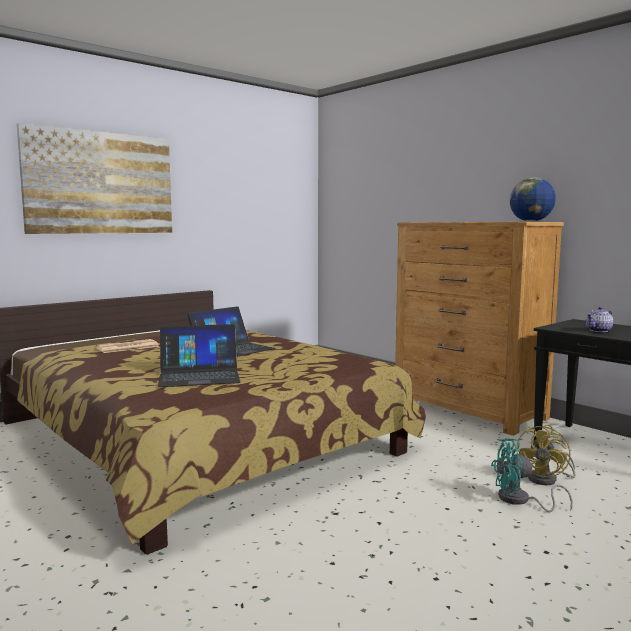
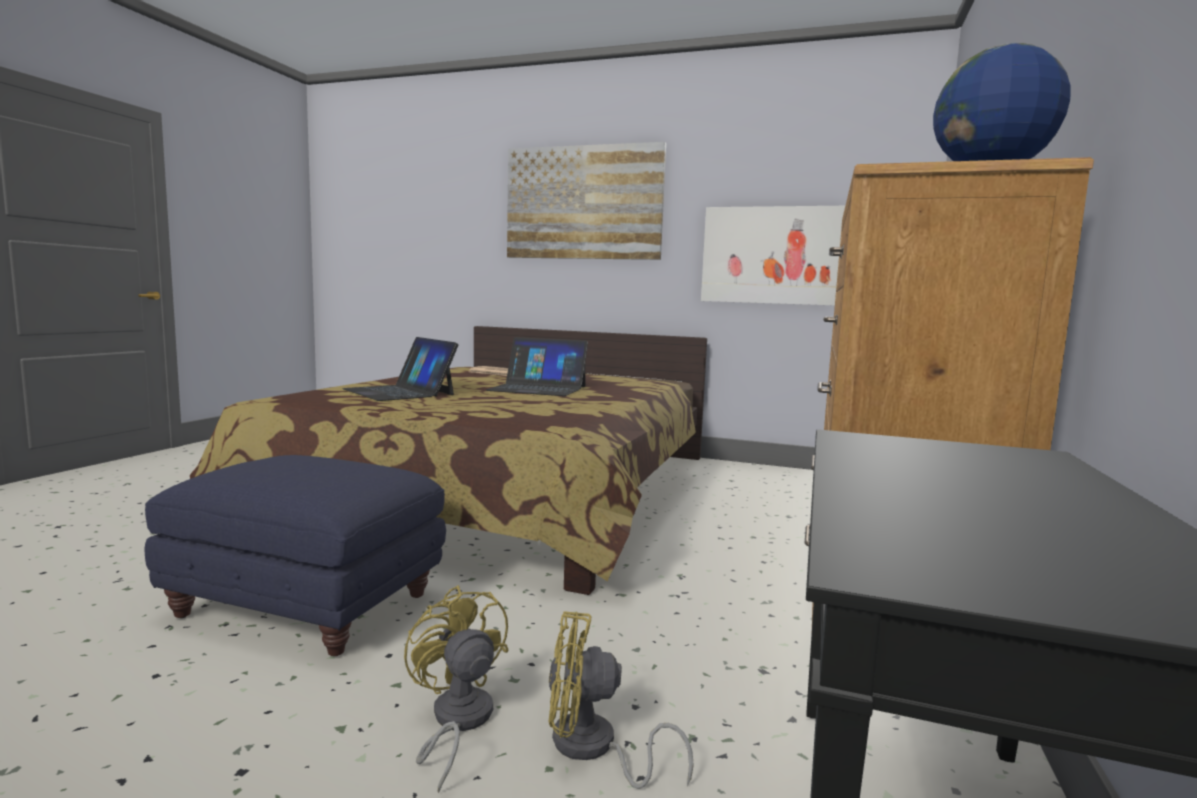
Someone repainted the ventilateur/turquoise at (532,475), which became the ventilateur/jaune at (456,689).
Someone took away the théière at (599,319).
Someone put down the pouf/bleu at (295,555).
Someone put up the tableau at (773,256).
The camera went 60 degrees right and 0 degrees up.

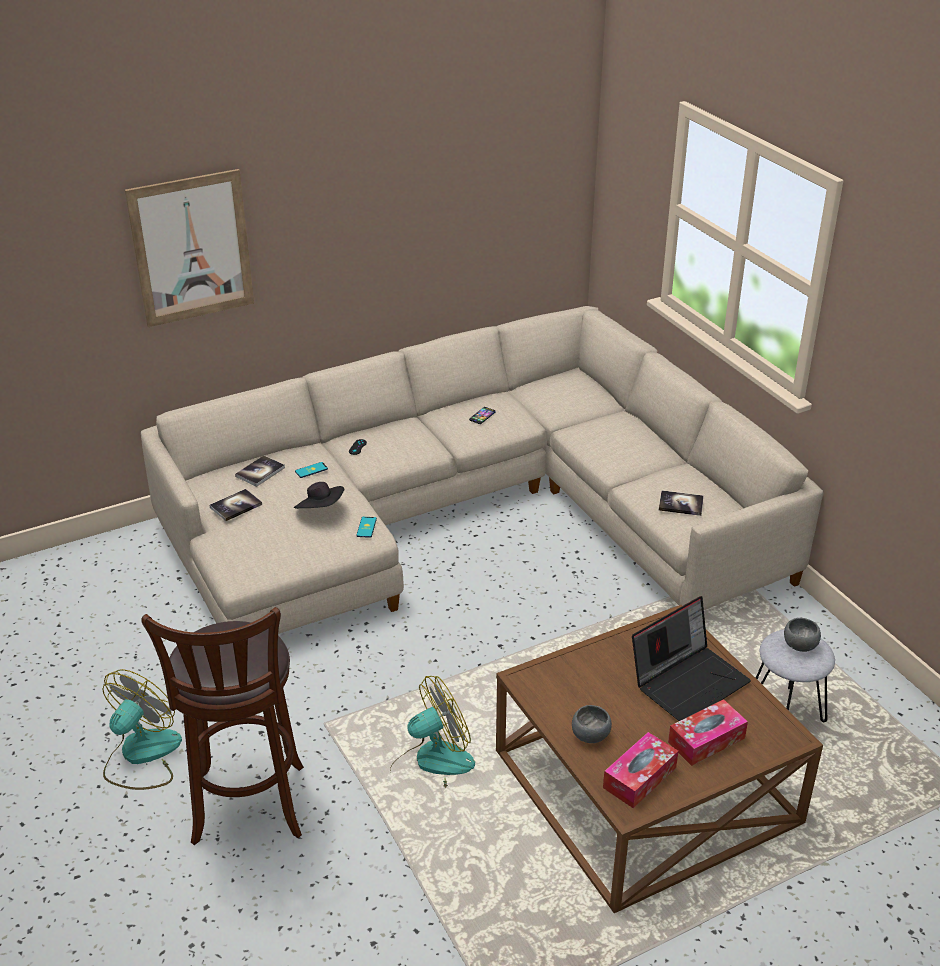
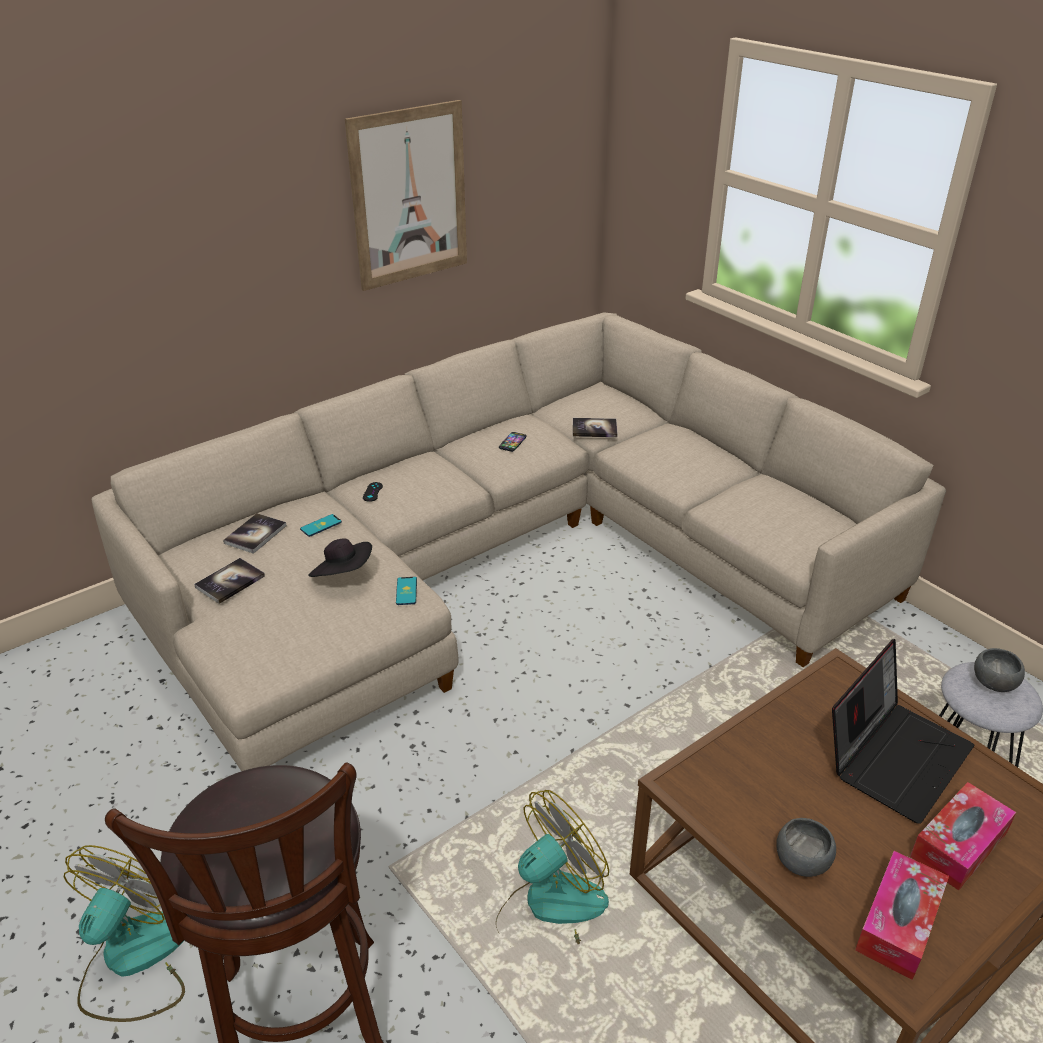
Someone carried the tableau from (189,248) to (406,195).
Someone carried the livre from (681,503) to (595,427).
The camera went 10 degrees left and 0 degrees up.

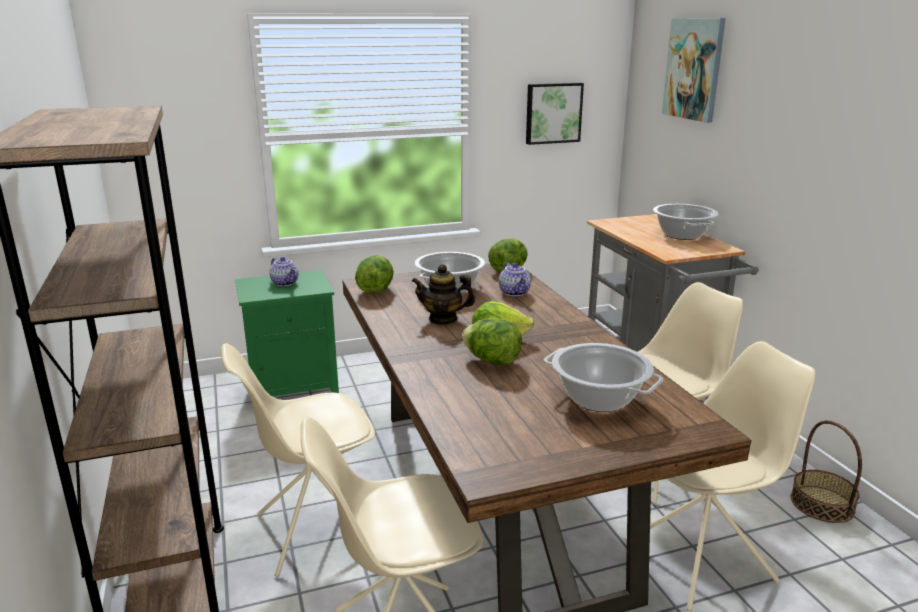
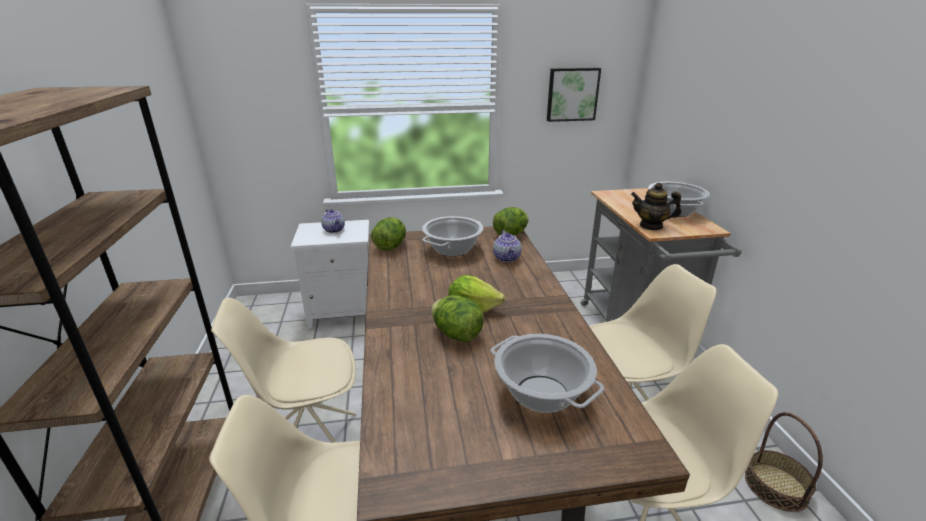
Someone repainted the table de chevet/vert at (287,333), which became the table de chevet/blanc at (330,274).
Someone carried the théière from (443,294) to (656,206).
Someone took away the tableau at (694,70).
The camera went 10 degrees right and 5 degrees up.

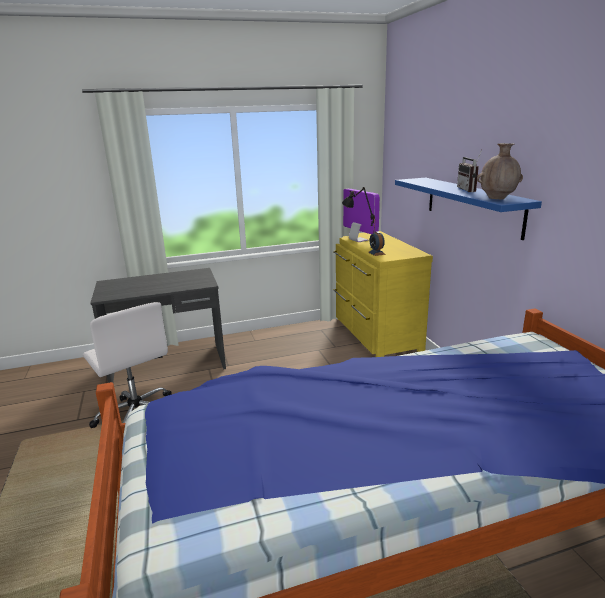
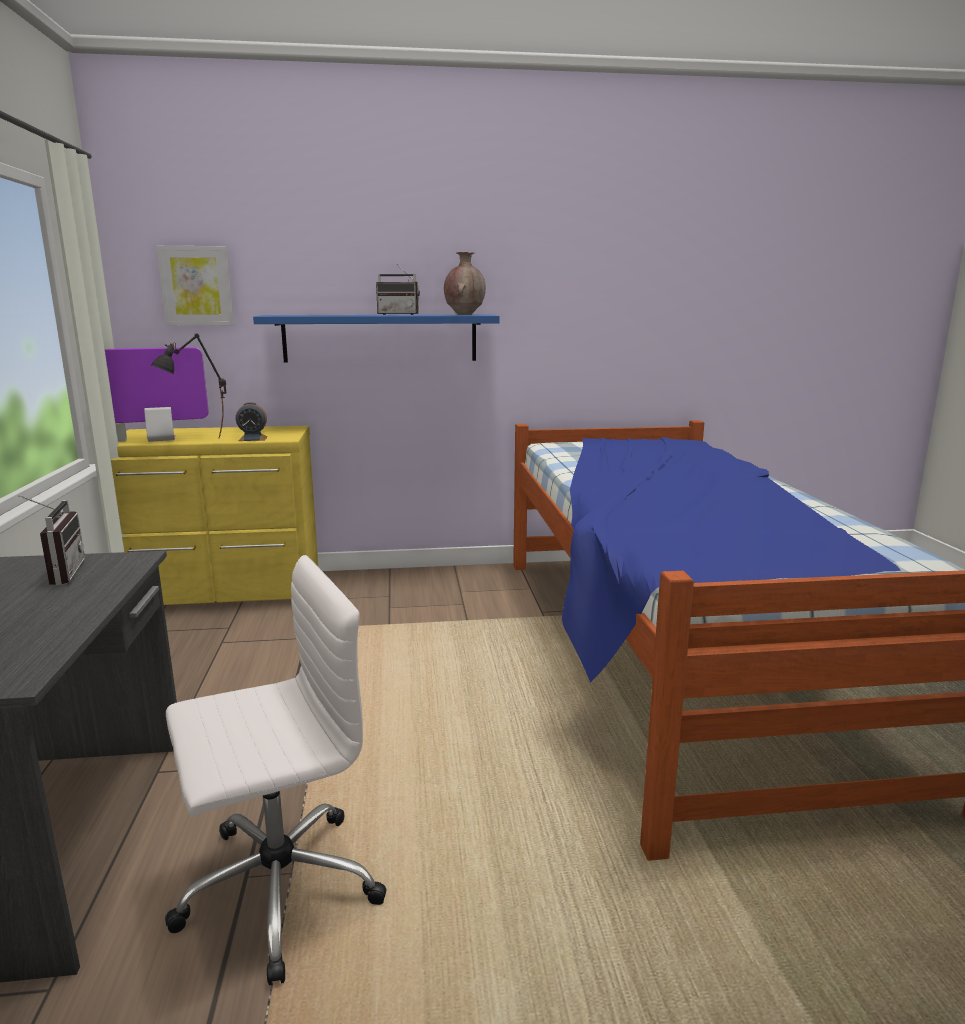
Someone put down the radio at (51,540).
Someone put up the tableau at (195,286).
The camera went 80 degrees left and 5 degrees down.

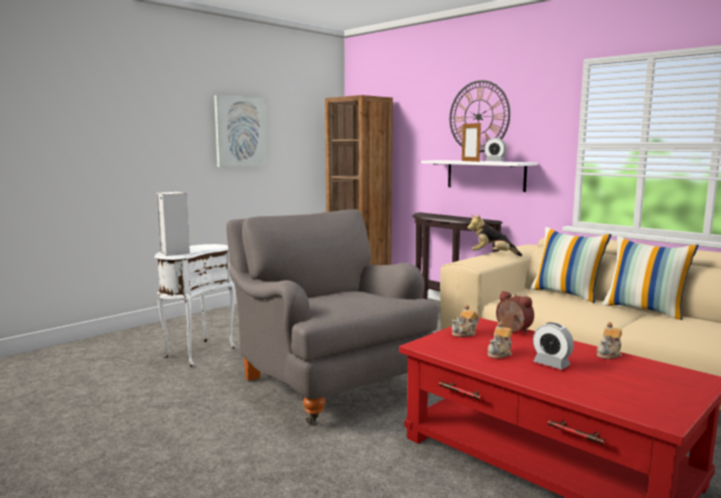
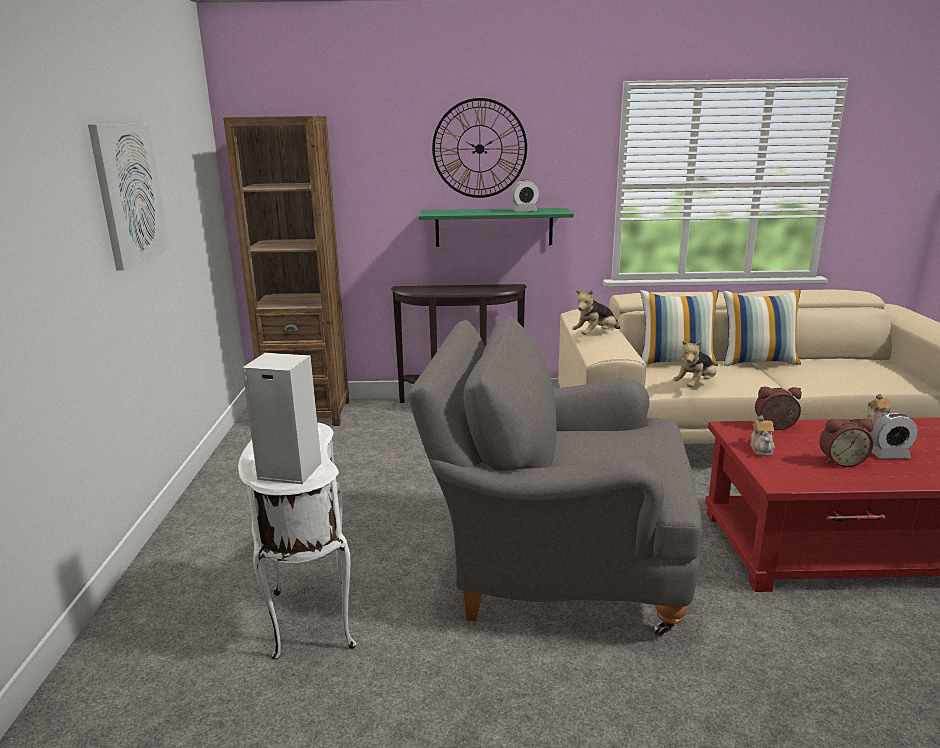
Someone repainted the étagère/blanc at (479,176), which became the étagère/vert at (496,227).
Someone took away the cadre photo at (471,142).
Someone swapped the théière at (499,340) for the réveil at (846,443).
Someone put down the peluche at (694,363).
The camera went 45 degrees left and 10 degrees up.

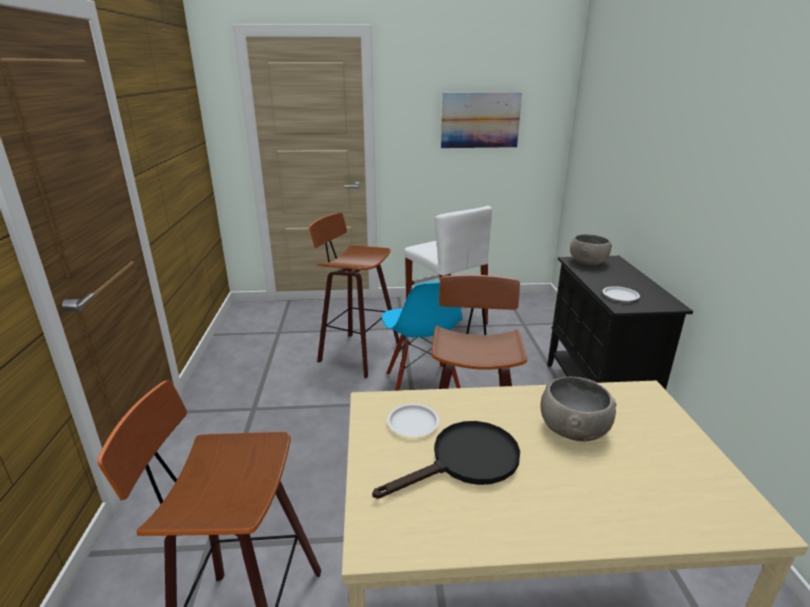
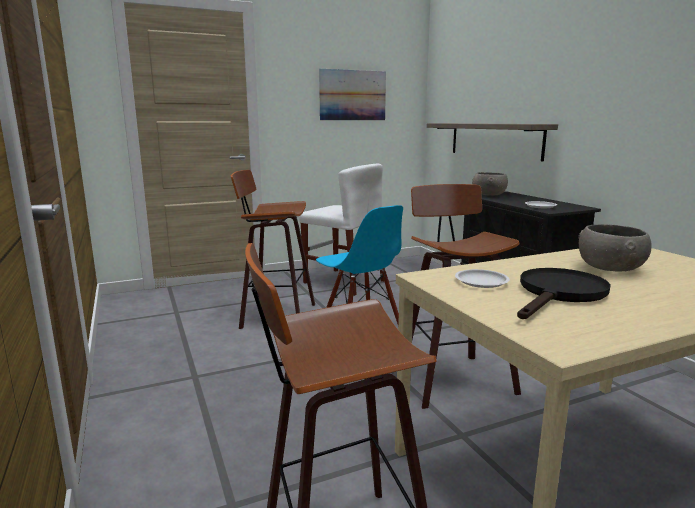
Someone put up the étagère at (492,142).
The camera went 20 degrees left and 10 degrees down.

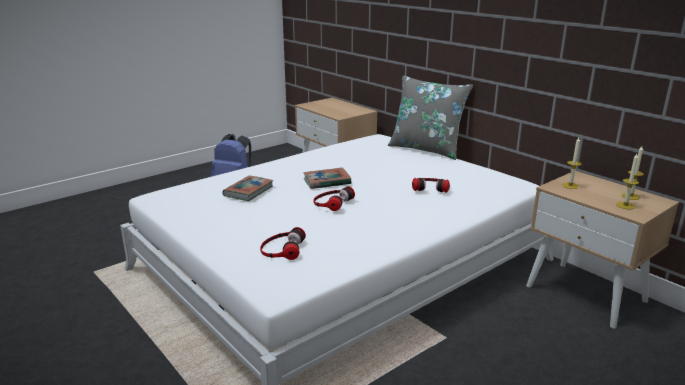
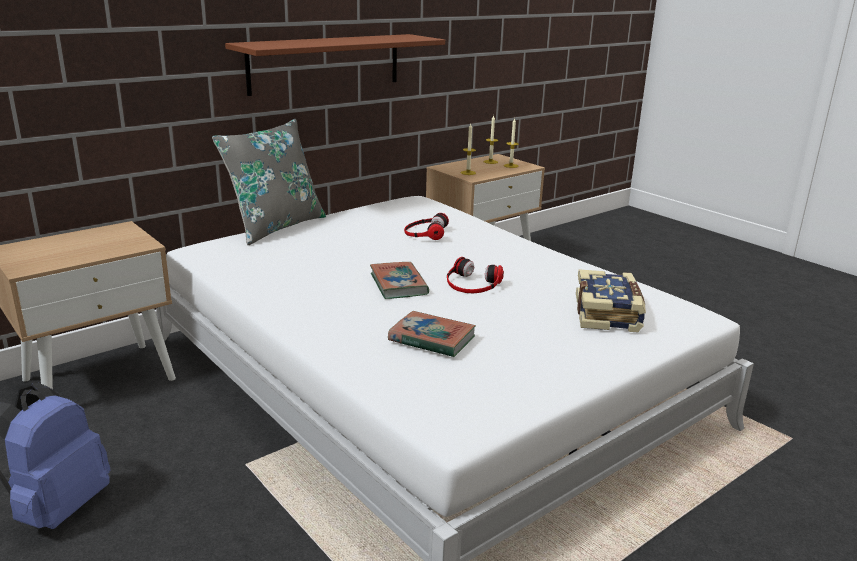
Someone swapped the casque audio at (283,243) for the livre at (611,300).
Someone put up the étagère/marron at (335,65).
The camera went 90 degrees left and 0 degrees up.

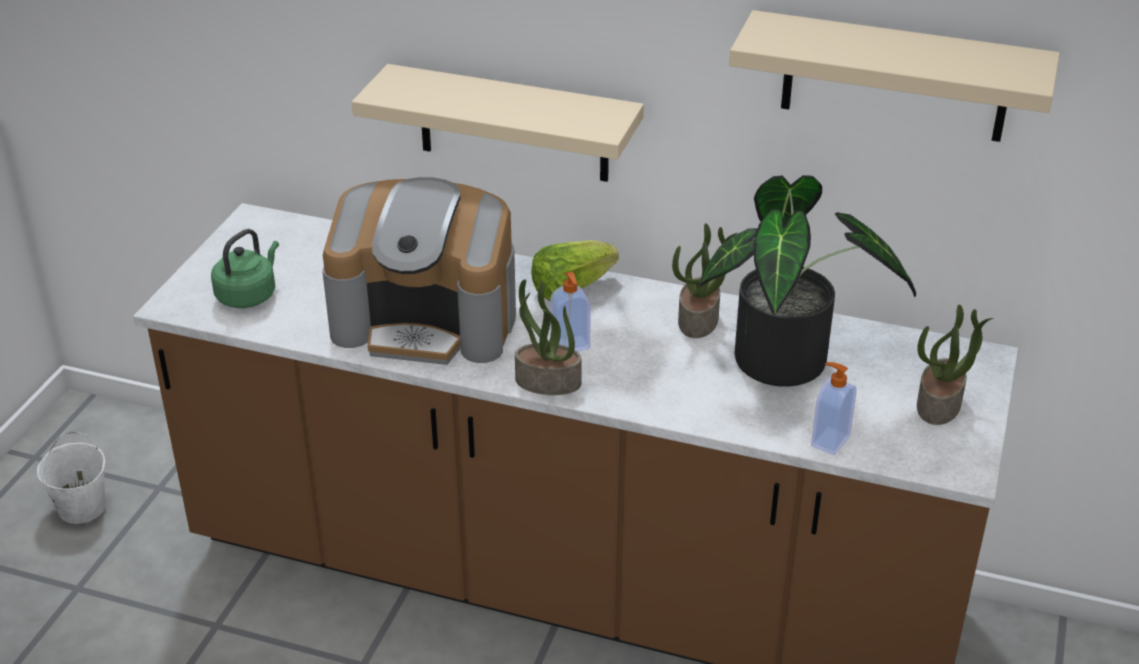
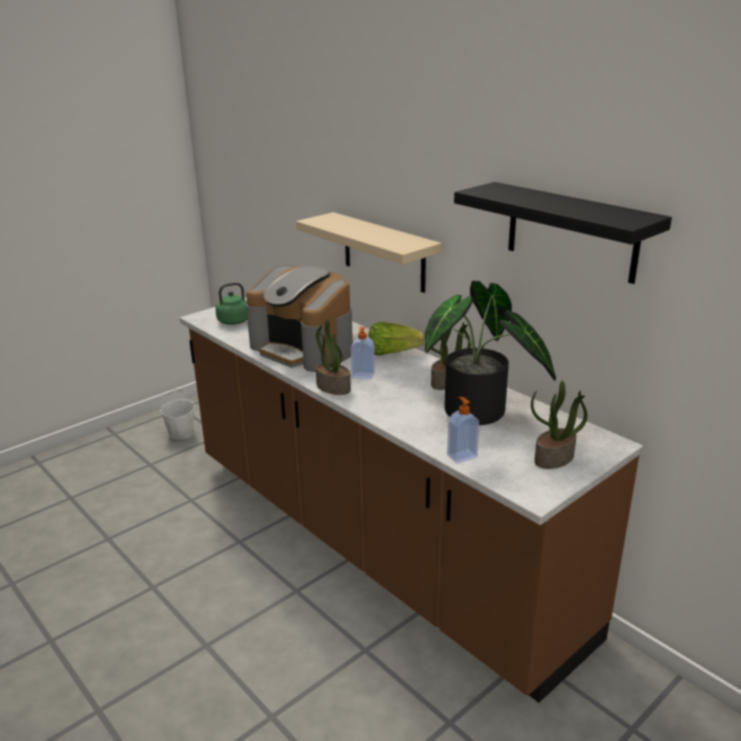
Someone repainted the étagère/beige at (894,76), which became the étagère/noir at (563,233).
The camera went 30 degrees right and 10 degrees down.

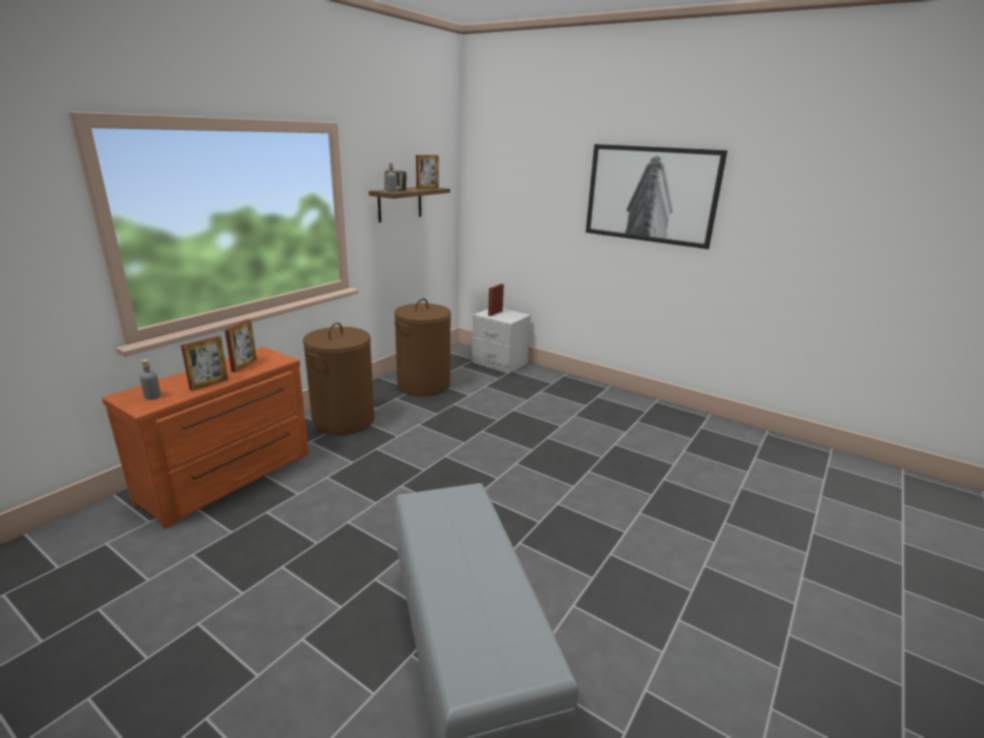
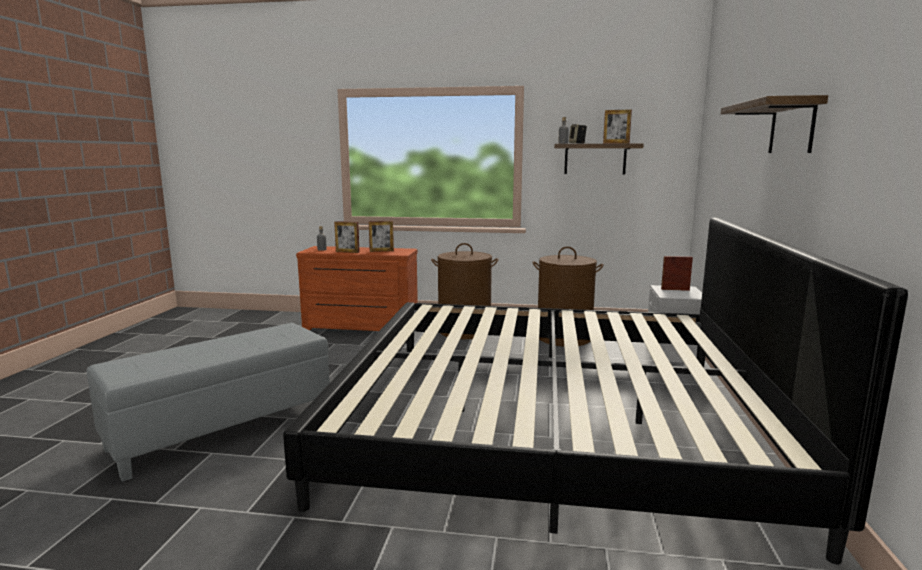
Someone swapped the tableau at (657,196) for the étagère at (774,124).
Someone put down the lit at (595,391).
The camera went 65 degrees right and 10 degrees down.

